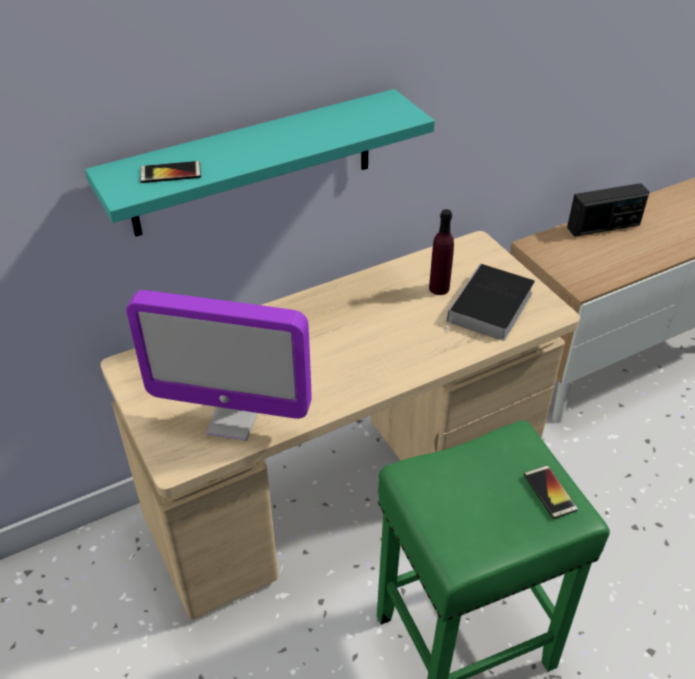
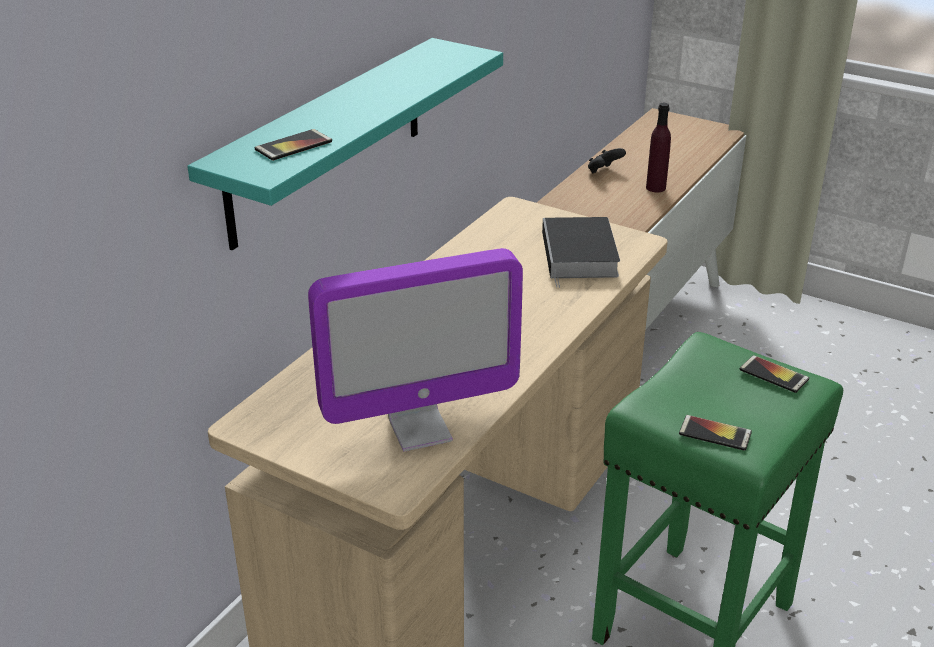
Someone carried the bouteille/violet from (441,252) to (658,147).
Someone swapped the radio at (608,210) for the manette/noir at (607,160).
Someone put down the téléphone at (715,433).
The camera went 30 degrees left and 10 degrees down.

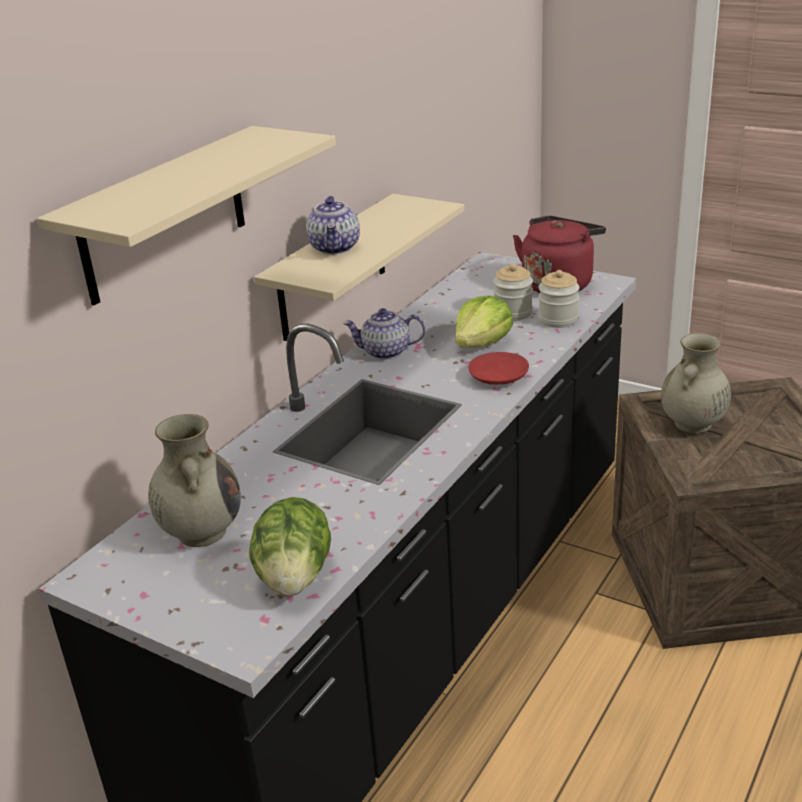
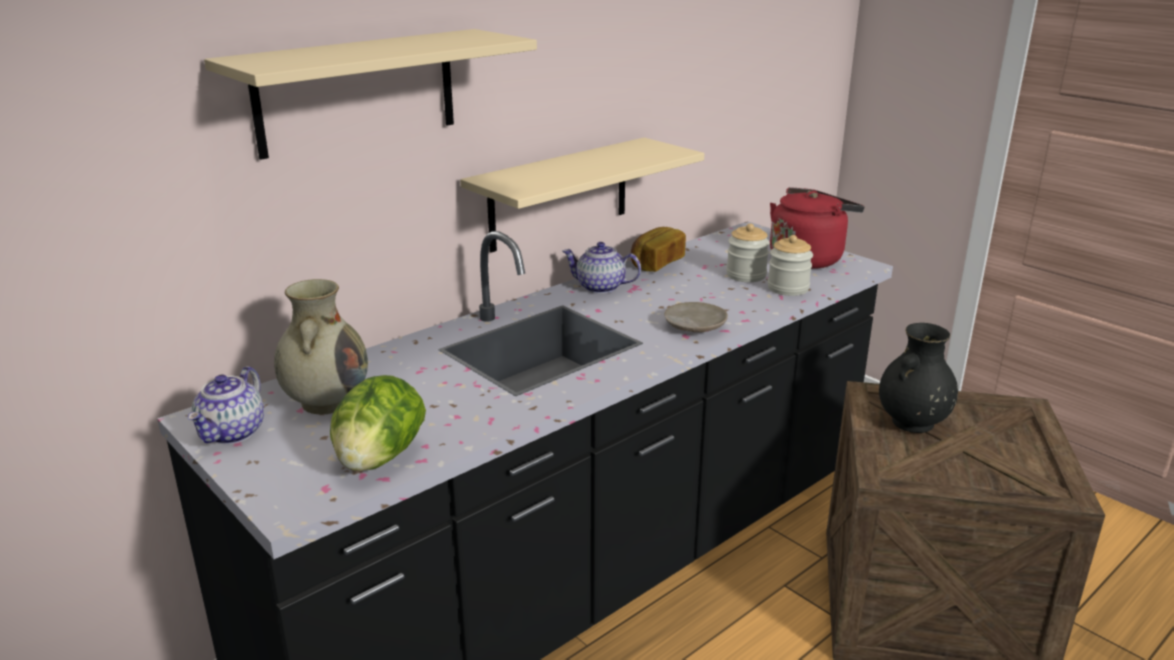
Someone carried the théière from (333,225) to (226,405).
Someone took away the laitue at (484,322).
Someone repainted the assiette/rouge at (498,368), which became the assiette/beige at (696,317).
Someone repainted the vase/beige at (696,383), which became the vase/noir at (918,378).
Someone put down the pain at (658,249).
The camera went 15 degrees right and 5 degrees down.

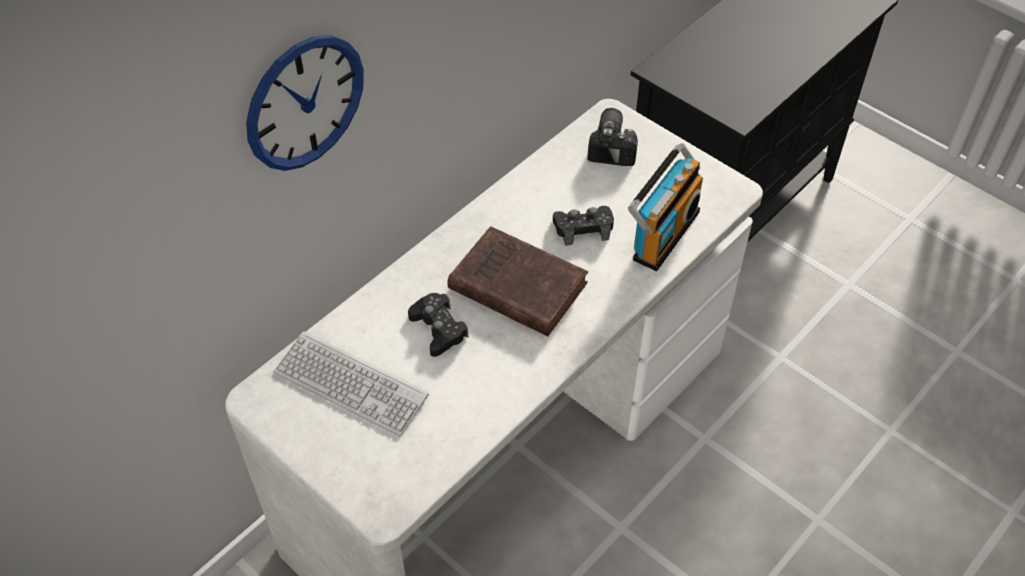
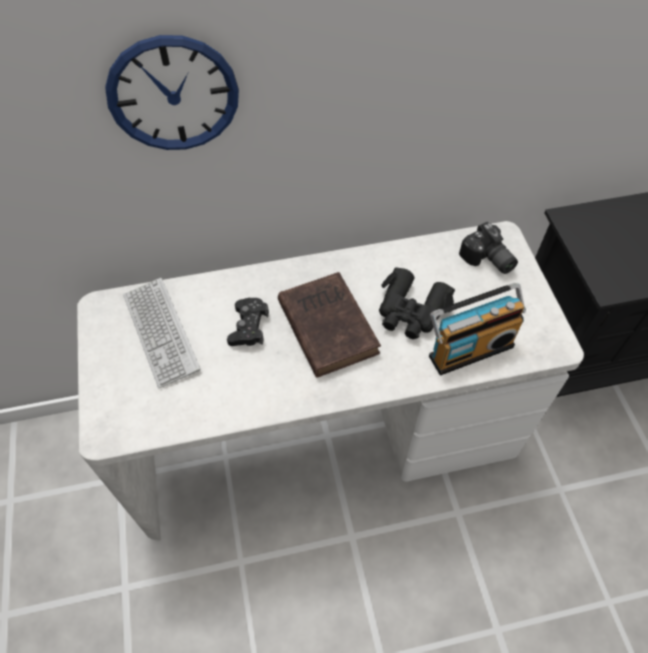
Someone swapped the manette/noir at (583,226) for the jumelles/noir at (417,303).
Someone rotated the appareil photo at (612,137) by 105 degrees clockwise.
The camera went 35 degrees right and 5 degrees up.

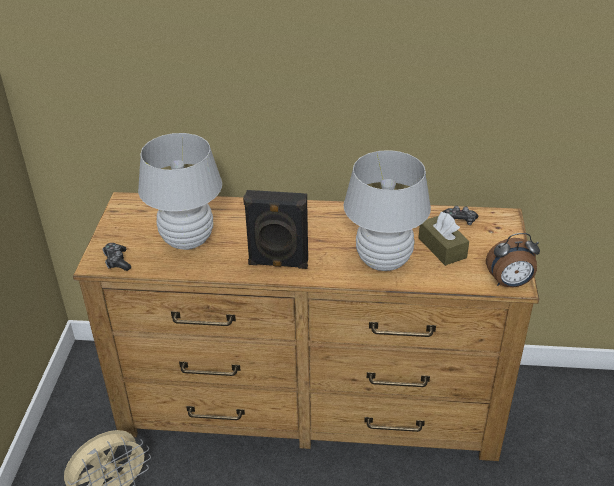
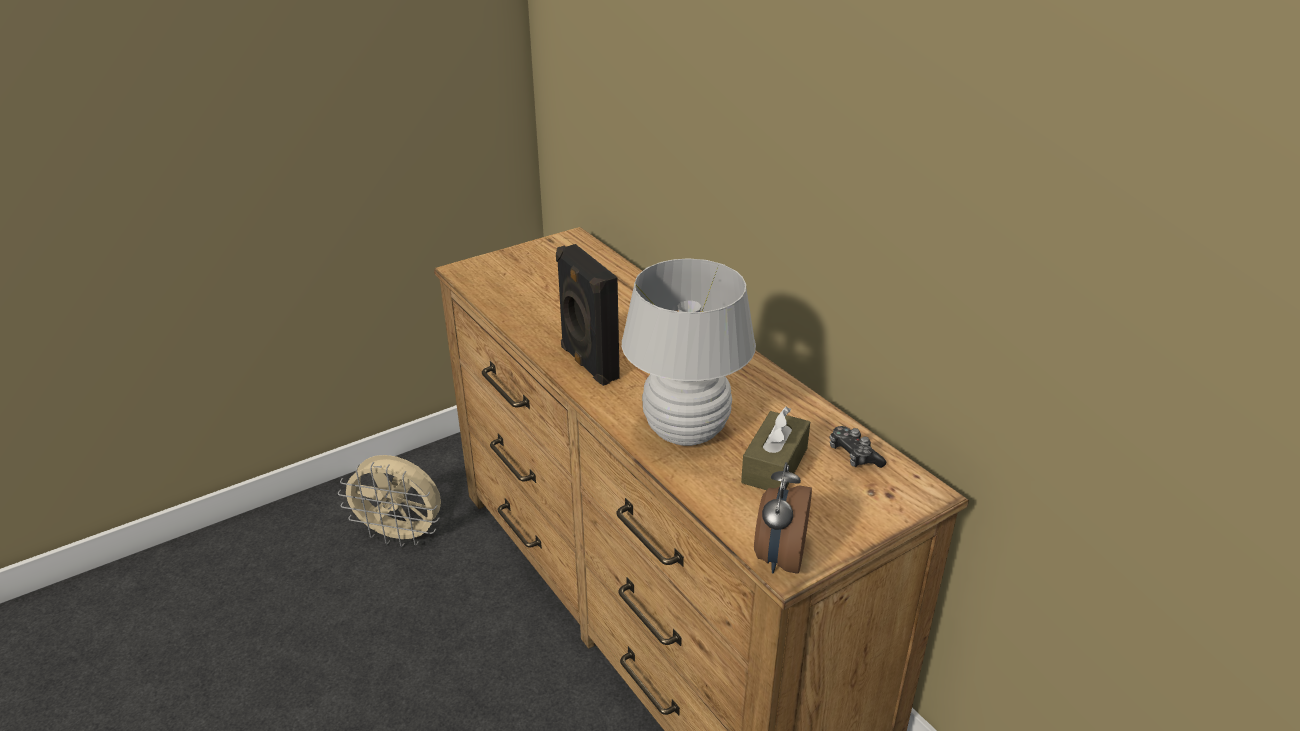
Someone took away the manette at (116,257).
Someone took away the lampe de table/blanc at (180,191).
Someone rotated the réveil at (513,260) by 60 degrees clockwise.
The camera went 50 degrees right and 5 degrees down.

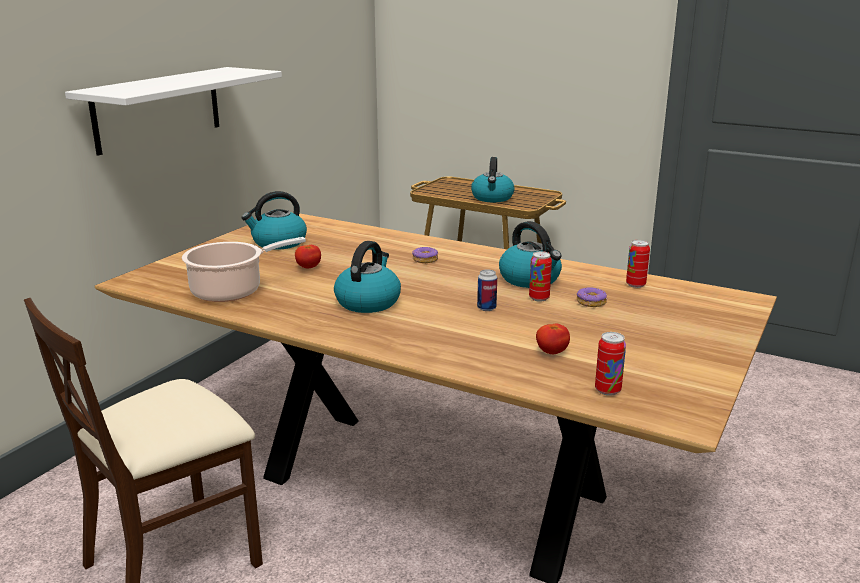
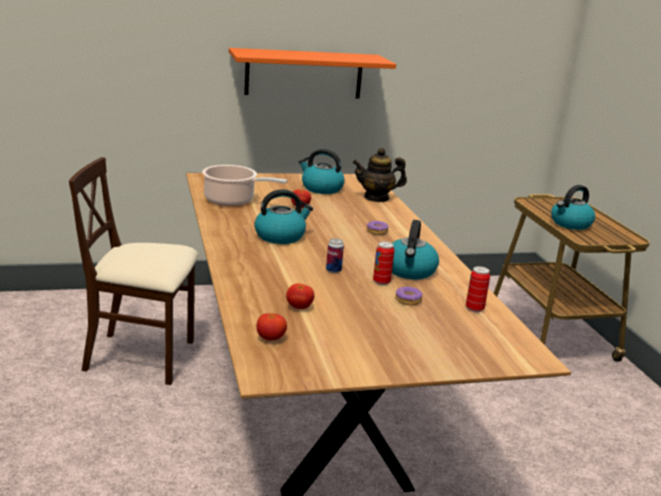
Someone repainted the étagère/blanc at (173,111), which became the étagère/orange at (312,73).
Someone swapped the boîte métallique at (610,364) for the tomate at (272,327).
Someone put down the théière at (380,175).
The camera went 45 degrees right and 0 degrees up.

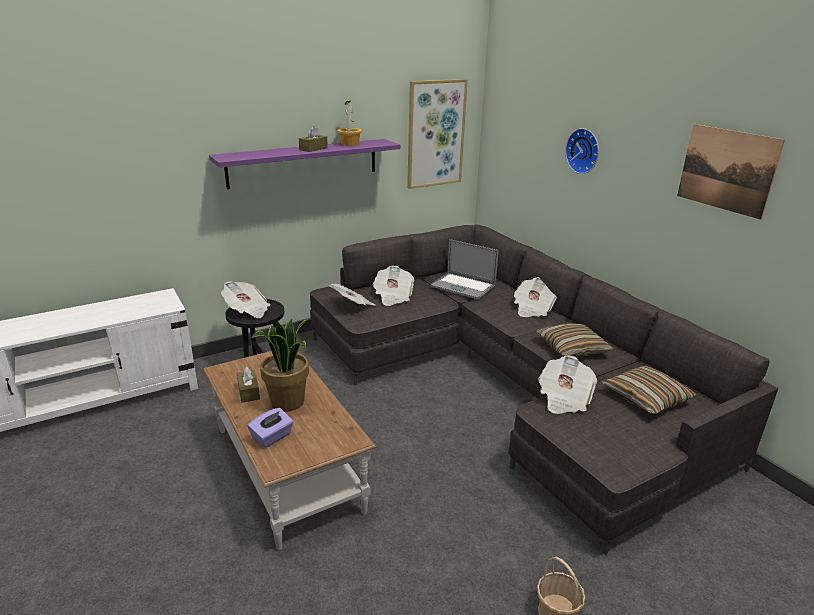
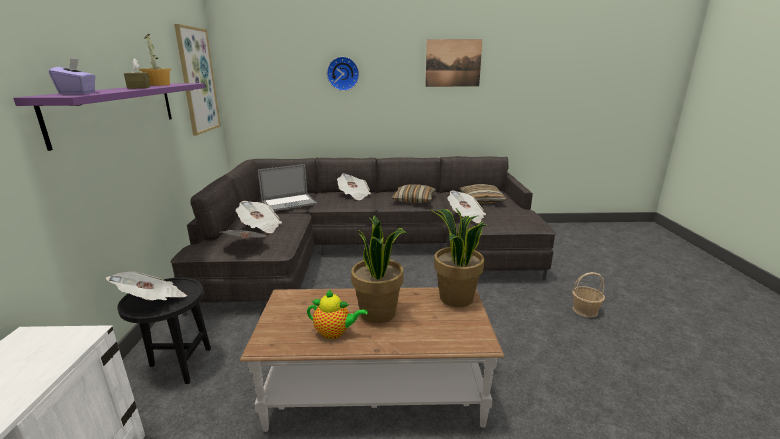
Someone swapped the boîte à mouchoirs/marron at (248,385) for the théière at (337,314).
Someone carried the boîte à mouchoirs/violet from (271,428) to (72,76).
Someone put down the plante en pot at (458,257).
The camera went 60 degrees left and 5 degrees down.

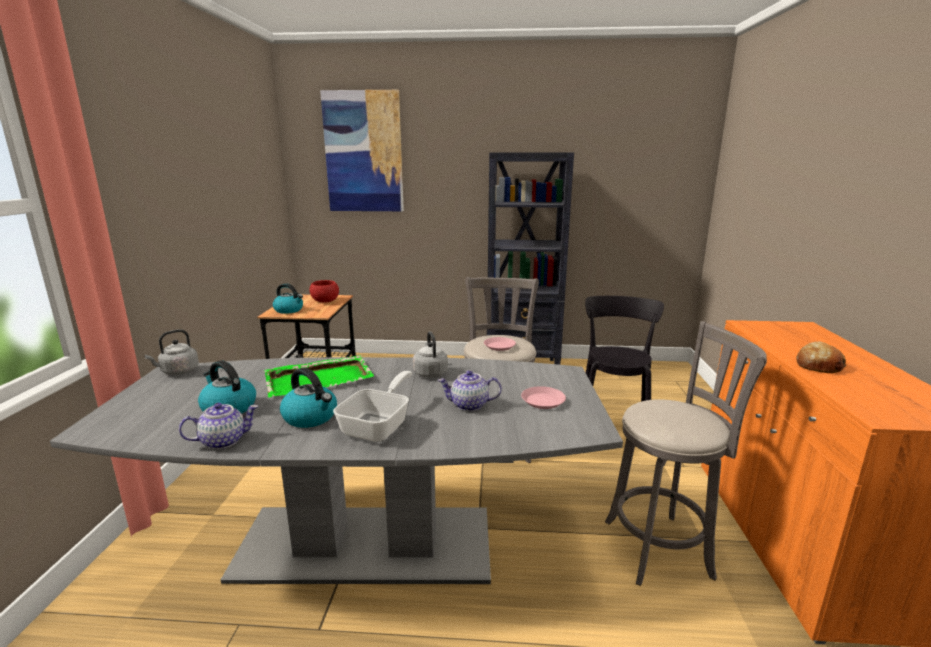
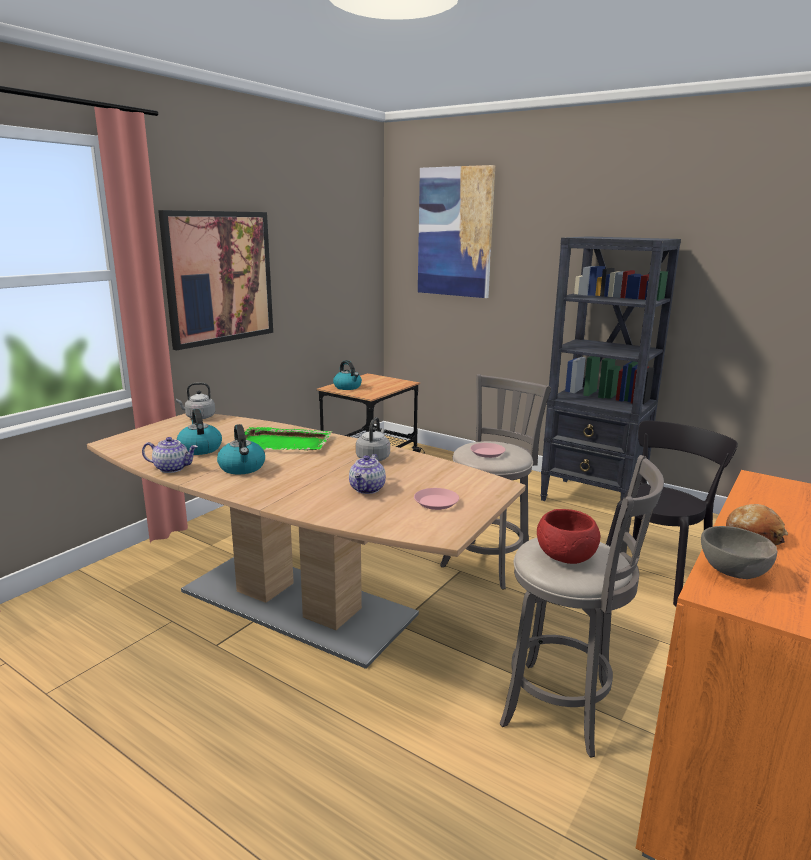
Someone repainted the table à manger/gris at (336,470), which became the table à manger/marron at (306,541).
Someone carried the bol/rouge from (324,291) to (568,536).
Someone took away the poêle at (372,406).
Someone rotated the théière at (470,390) by 105 degrees counterclockwise.
Someone put up the tableau at (215,280).
Someone put down the bol/gris at (739,552).
The camera went 30 degrees right and 0 degrees up.

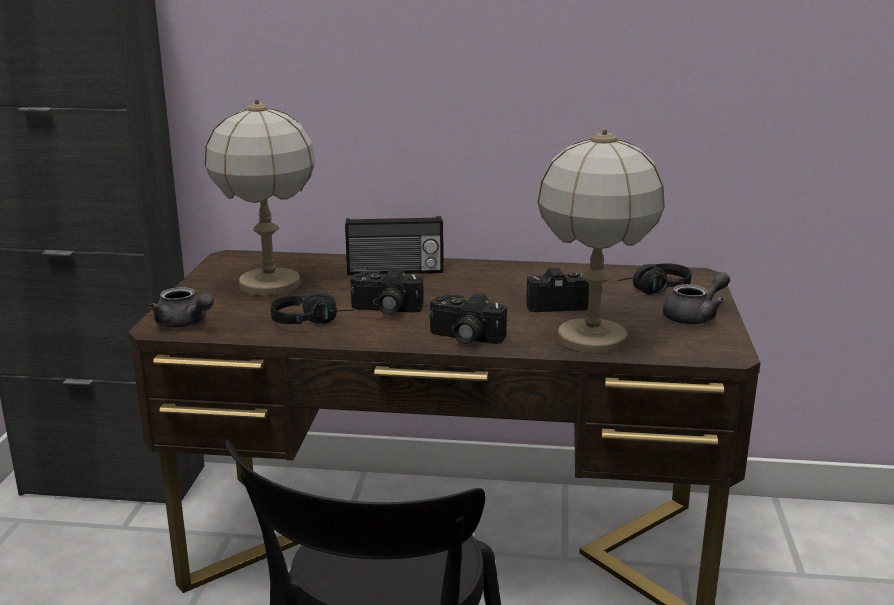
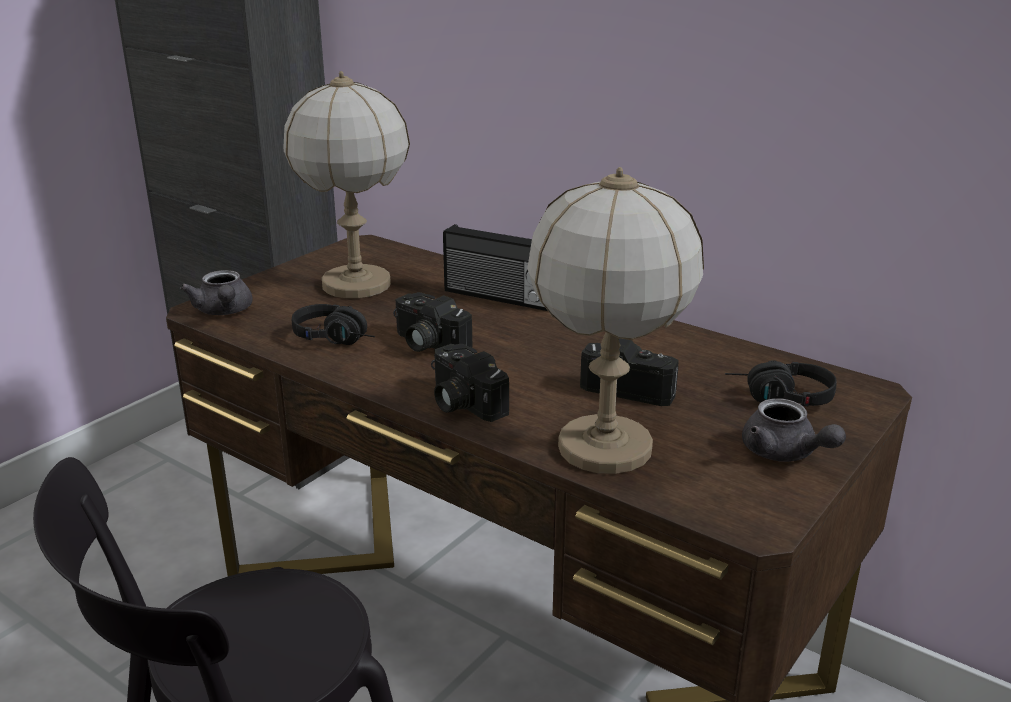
Someone rotated the théière/gris at (696,298) by 60 degrees clockwise.
The camera went 30 degrees right and 5 degrees up.

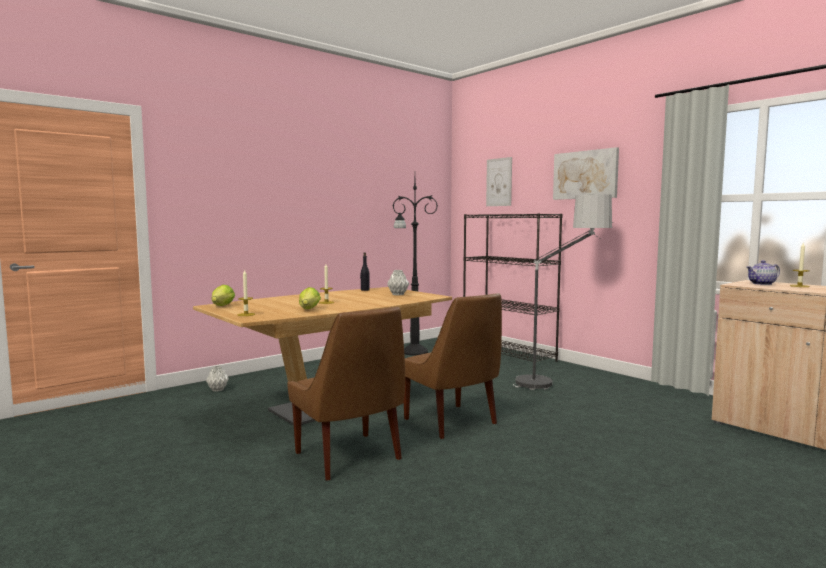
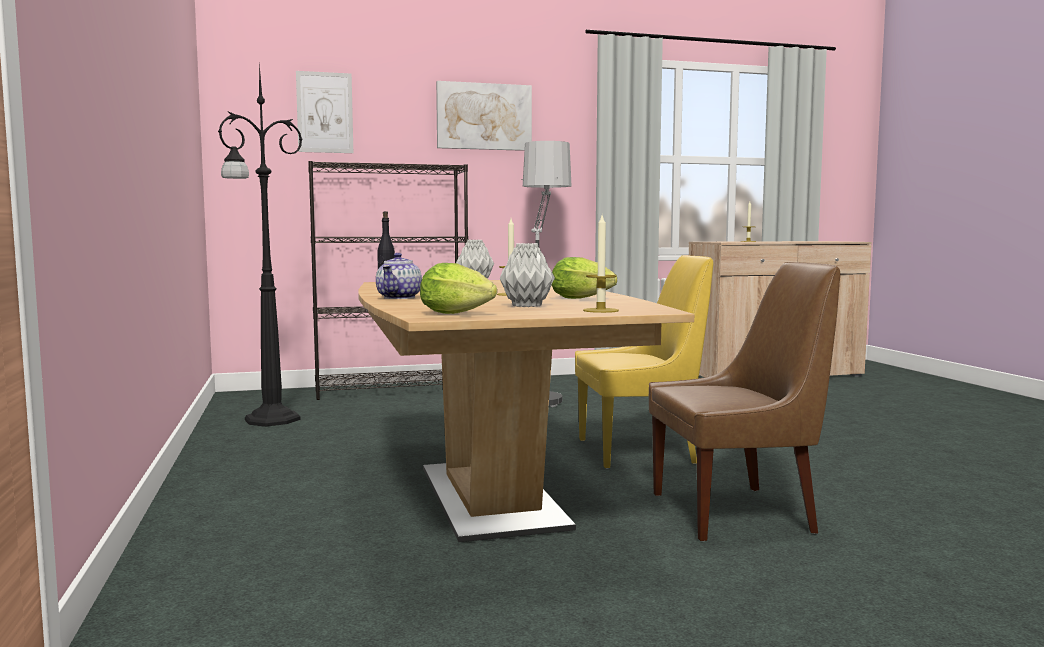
Someone carried the vase/gris from (217,378) to (527,275).
Someone repainted the chaise/marron at (453,366), which became the chaise/jaune at (644,361).
Someone carried the théière from (763,272) to (399,276).
The camera went 65 degrees left and 0 degrees up.

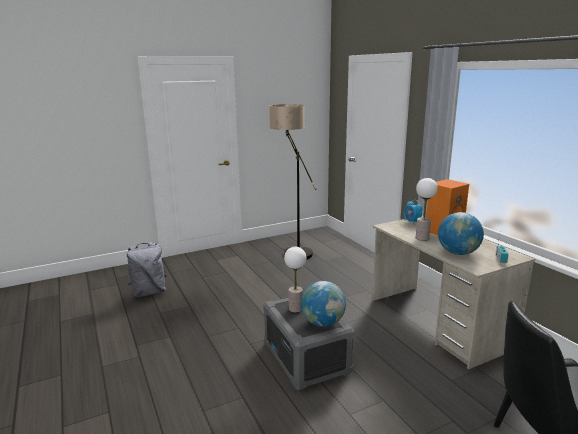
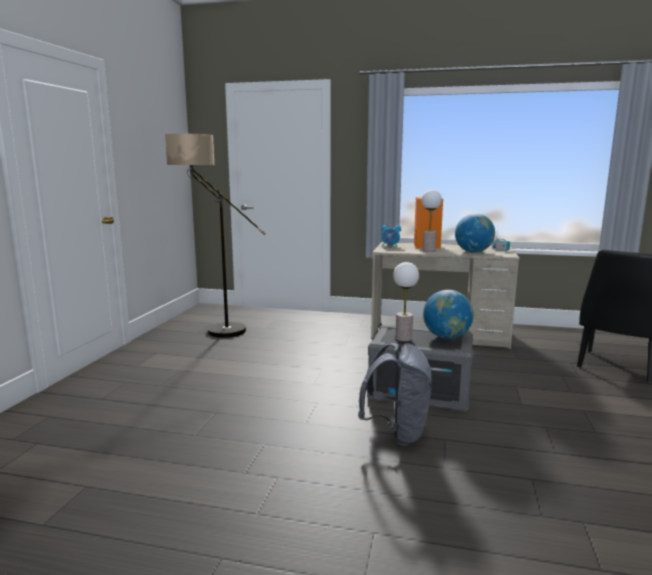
Someone carried the sac à dos/gris from (146,269) to (395,394).
The camera went 50 degrees left and 5 degrees down.

